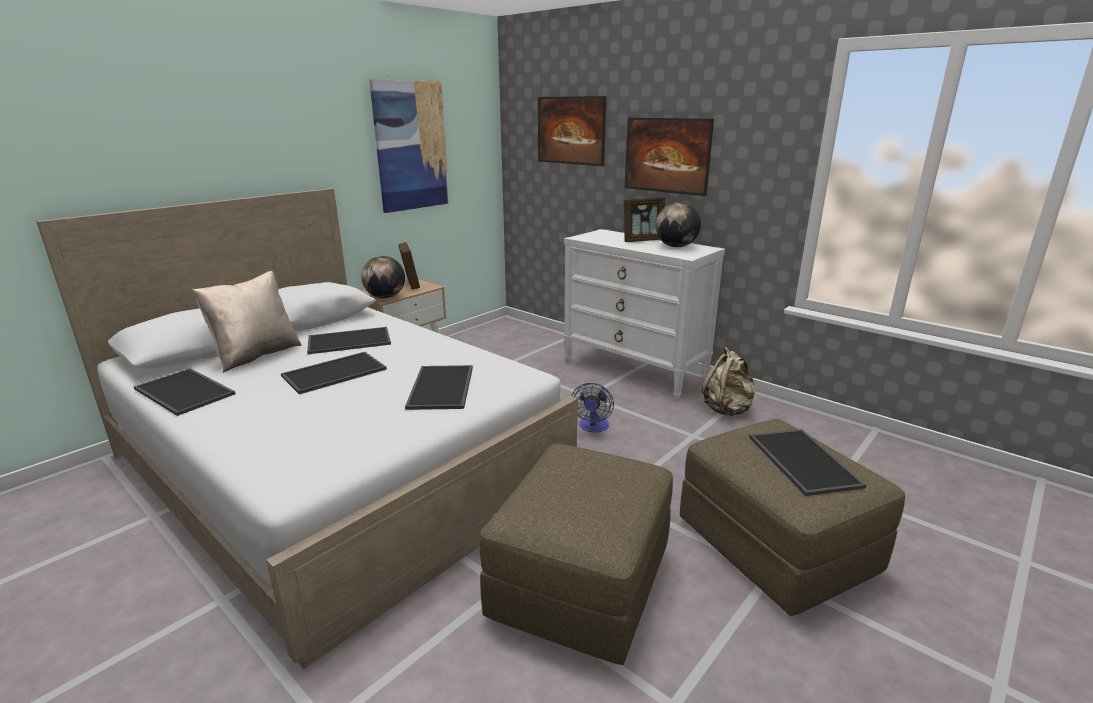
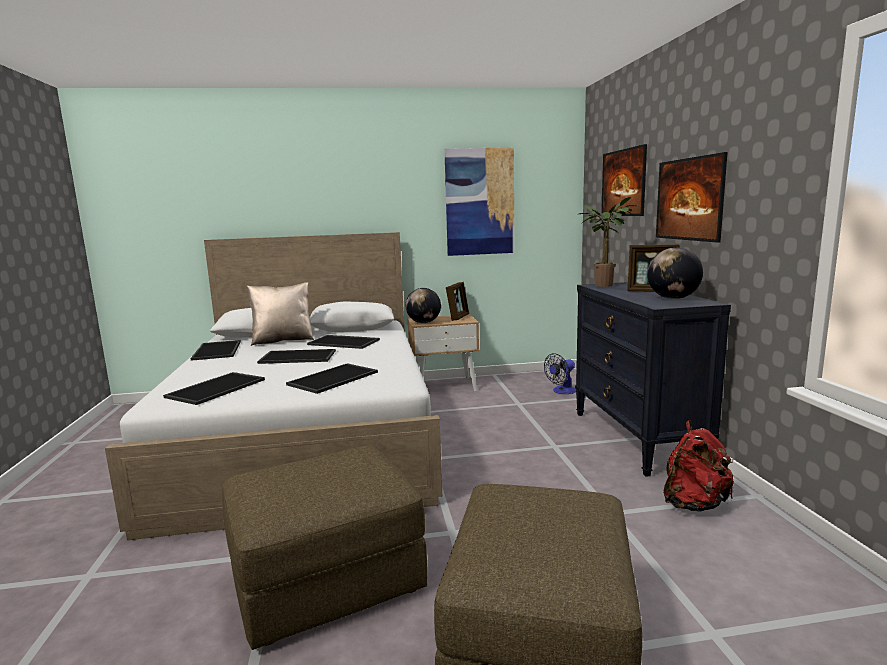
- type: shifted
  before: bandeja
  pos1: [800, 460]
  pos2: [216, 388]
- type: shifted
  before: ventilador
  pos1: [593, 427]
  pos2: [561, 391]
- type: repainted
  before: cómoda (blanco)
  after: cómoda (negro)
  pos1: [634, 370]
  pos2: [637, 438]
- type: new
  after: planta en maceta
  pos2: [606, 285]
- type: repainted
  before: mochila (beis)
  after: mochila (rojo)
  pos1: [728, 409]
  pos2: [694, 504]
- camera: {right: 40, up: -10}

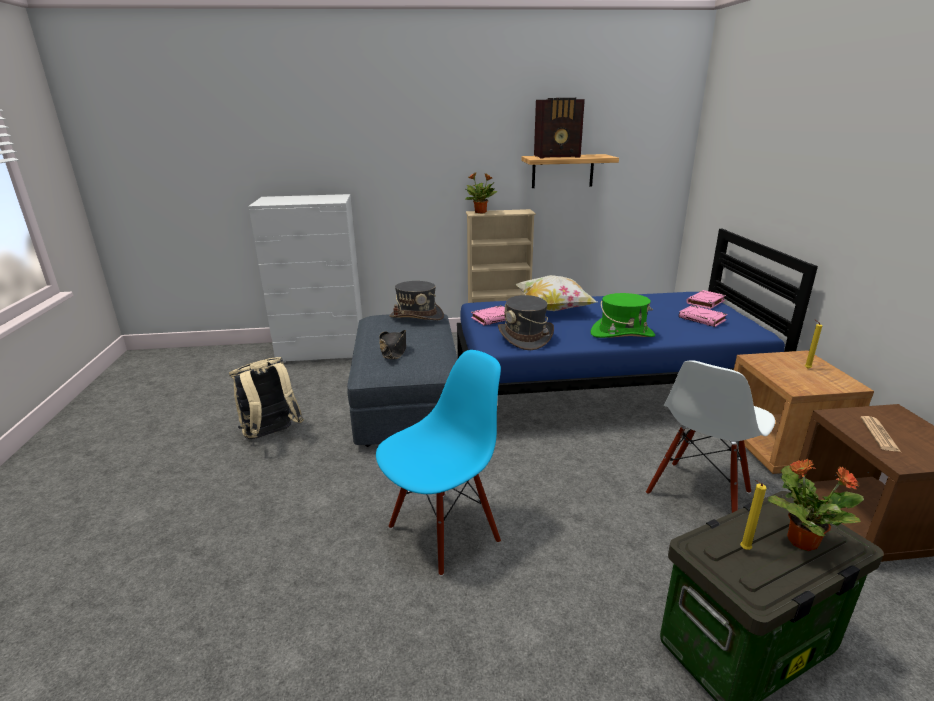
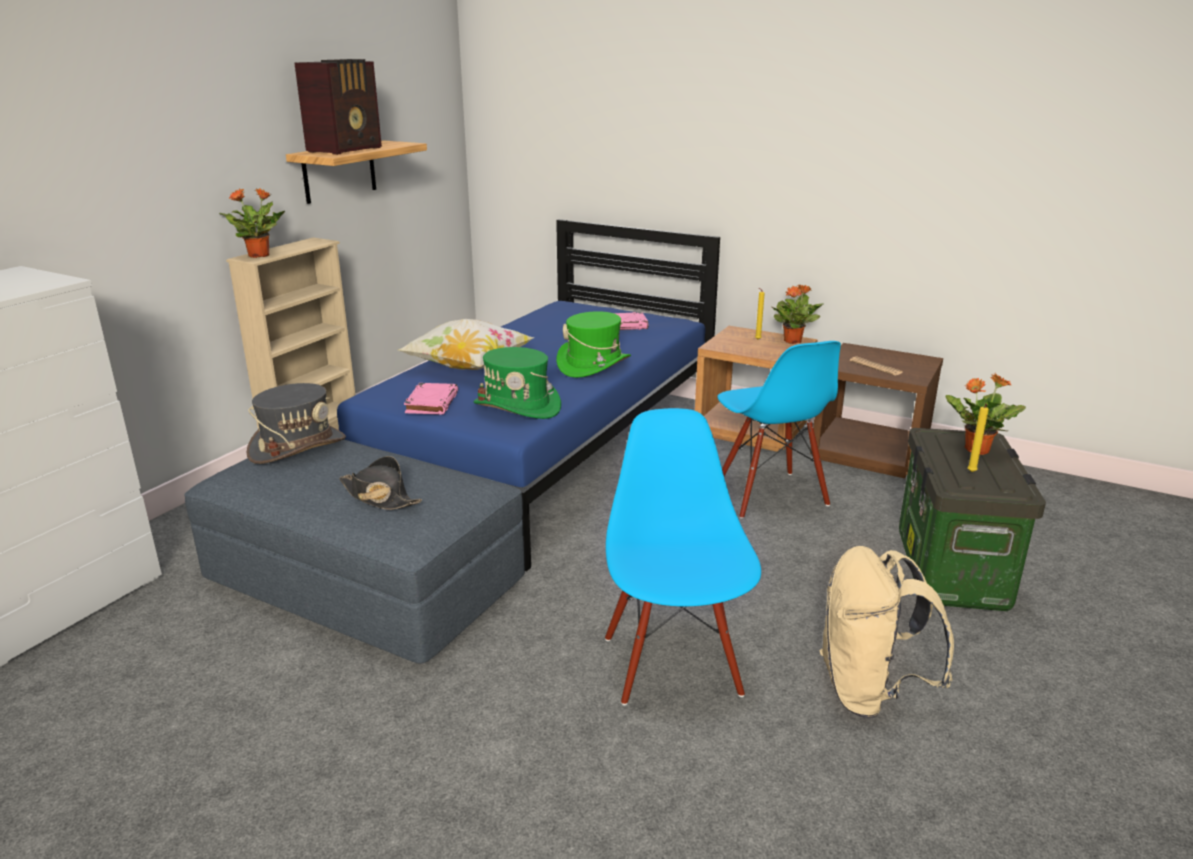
- type: repainted
  before: sombrero (gris)
  after: sombrero (verde)
  pos1: [525, 337]
  pos2: [517, 407]
- type: repainted
  before: silla (blanco)
  after: silla (azul)
  pos1: [699, 494]
  pos2: [769, 495]
- type: new
  after: planta en maceta
  pos2: [793, 341]
- type: shifted
  before: mochila (beis)
  pos1: [271, 435]
  pos2: [869, 692]
- type: gone
  before: libro (rosa)
  pos1: [705, 302]
- camera: {right: -55, up: 0}

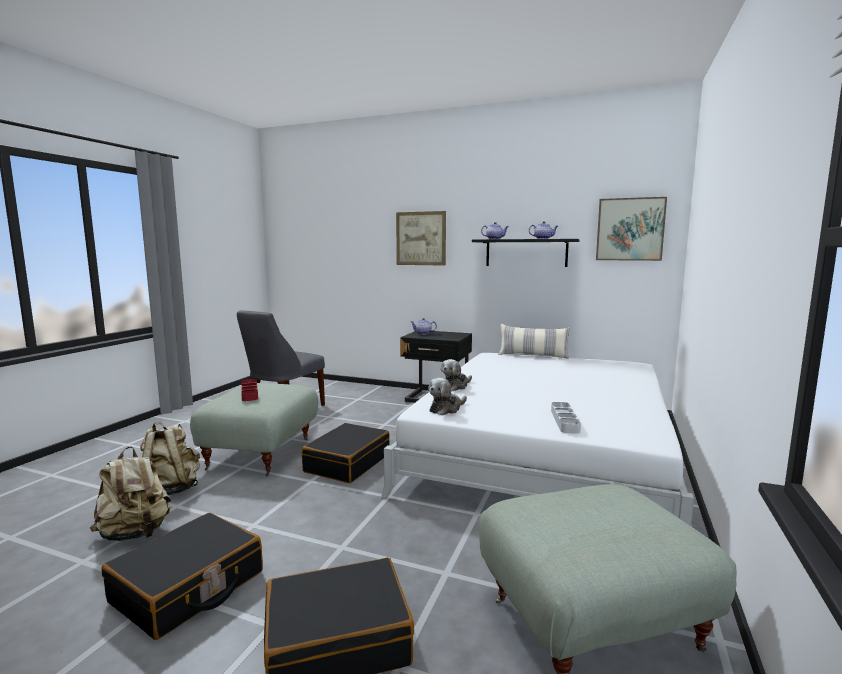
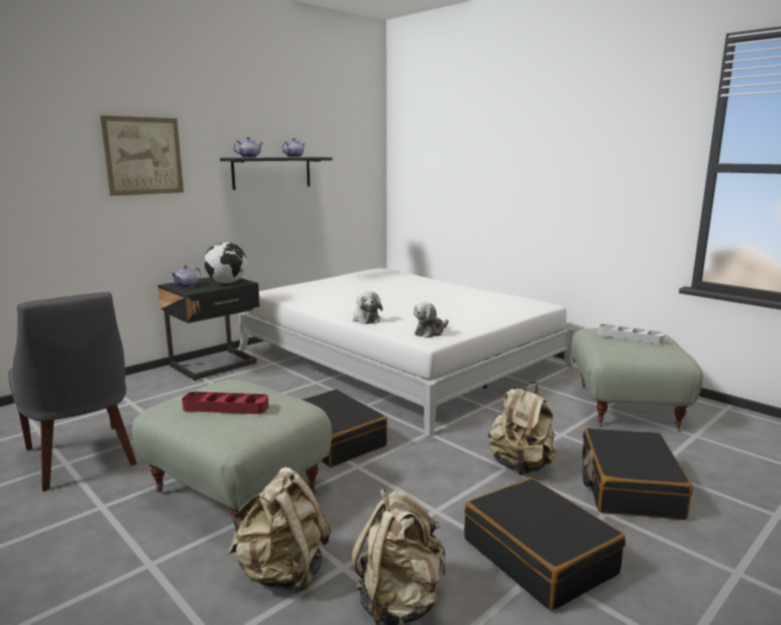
- type: new
  after: globo terráqueo
  pos2: [227, 283]
- type: rotated
  before: peluche
  pos1: [446, 409]
  pos2: [430, 332]
  turn: 60
- type: new
  after: mochila (beis)
  pos2: [521, 466]
- type: shifted
  before: bandeja (gris)
  pos1: [564, 420]
  pos2: [630, 337]
- type: gone
  before: cojín
  pos1: [533, 356]
- type: gone
  before: cuadro
  pos1: [630, 229]
- camera: {right: -65, up: 5}

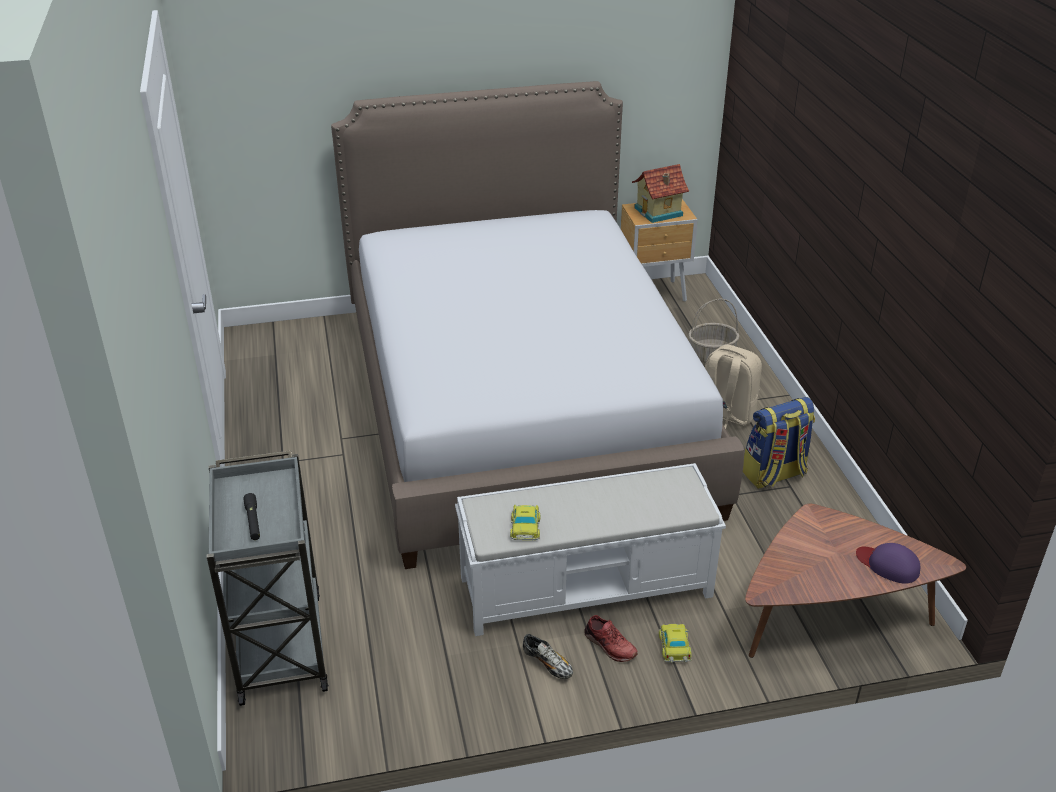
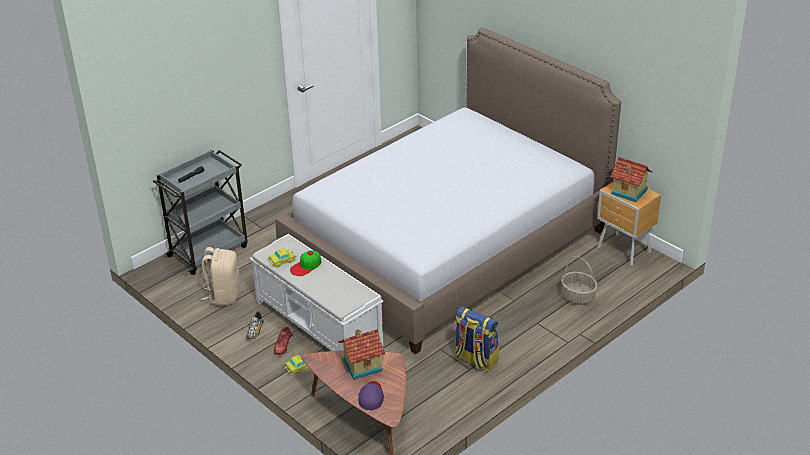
- type: shifted
  before: mochila (beis)
  pos1: [725, 415]
  pos2: [224, 295]
- type: new
  after: gorra
  pos2: [306, 266]
- type: new
  after: casita
  pos2: [361, 365]
- camera: {right: 60, up: 0}

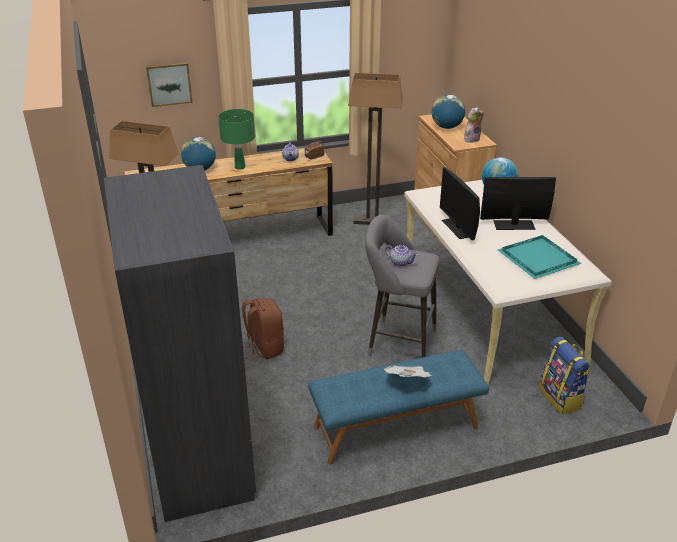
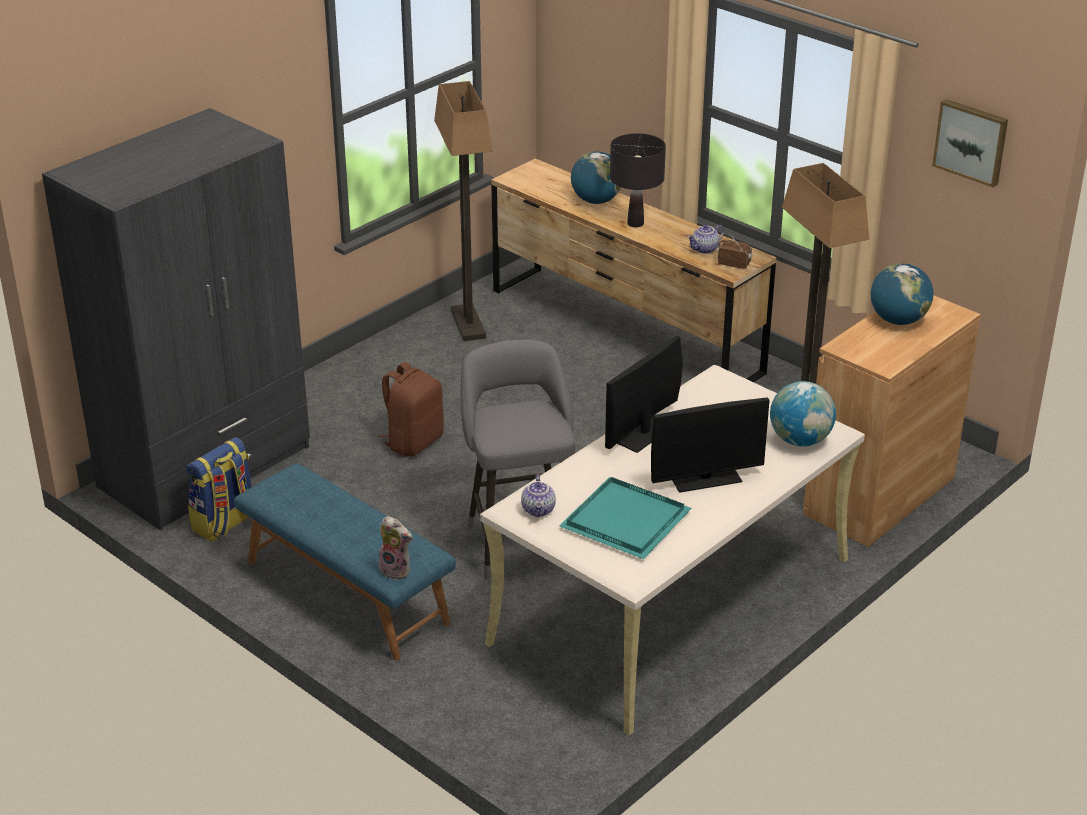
- type: shifted
  before: mochila
  pos1: [561, 398]
  pos2: [225, 524]
- type: shifted
  before: peluche
  pos1: [471, 139]
  pos2: [397, 570]
- type: shifted
  before: tetera
  pos1: [401, 262]
  pos2: [539, 510]
- type: repainted
  before: lámpara de mesa (verde)
  after: lámpara de mesa (negro)
  pos1: [239, 167]
  pos2: [635, 223]
- type: rotated
  before: monitor
  pos1: [514, 225]
  pos2: [705, 478]
  turn: 105
- type: shifted
  before: cuadro
  pos1: [169, 83]
  pos2: [971, 141]
- type: gone
  before: periódico
  pos1: [408, 381]
- camera: {right: 60, up: 0}

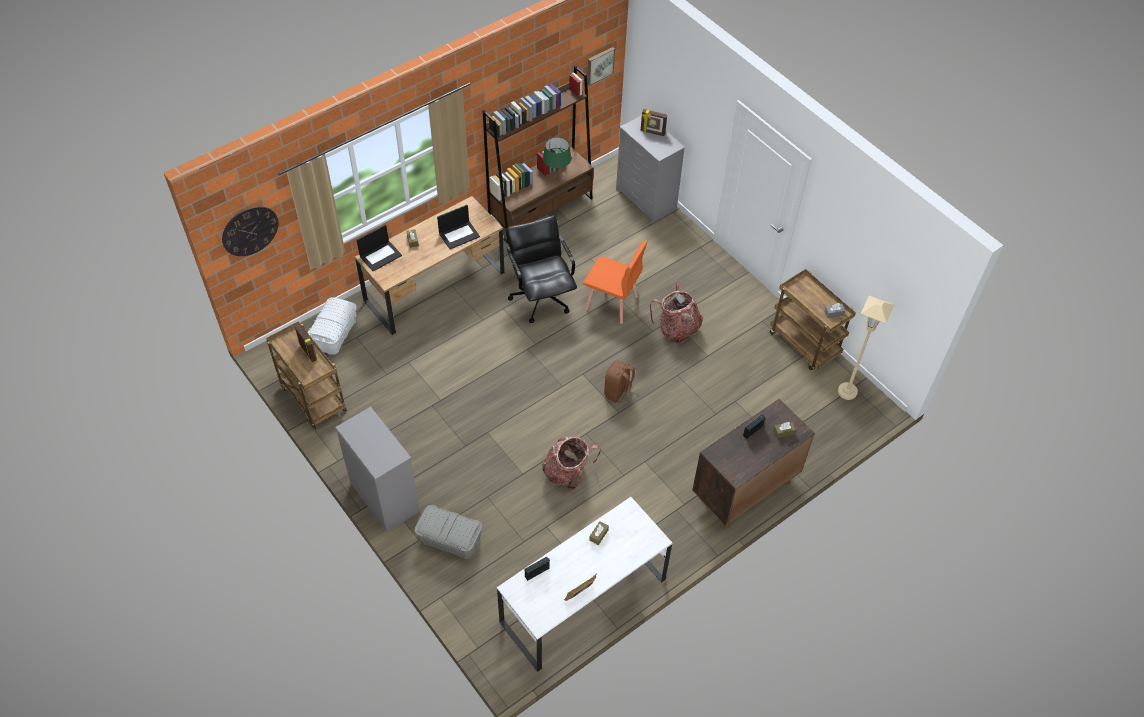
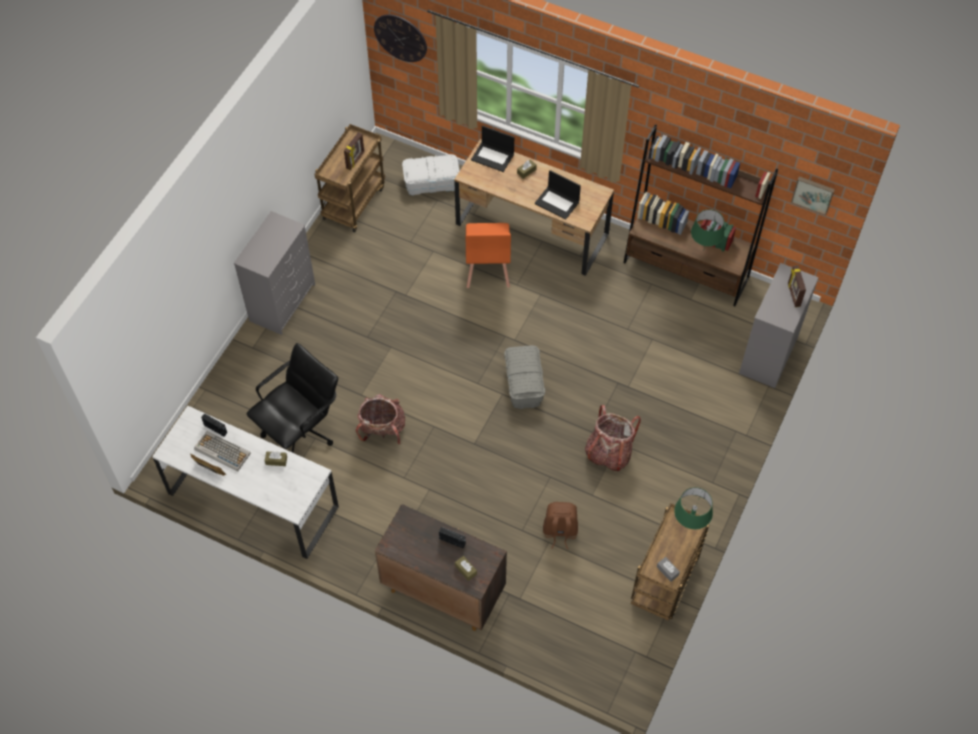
- type: new
  after: teclado
  pos2: [222, 451]
- type: shifted
  before: silla de oficina (negro)
  pos1: [541, 298]
  pos2: [300, 430]
- type: shifted
  before: silla (naranja)
  pos1: [612, 303]
  pos2: [487, 270]
- type: shifted
  before: caja de almacenaje (gris)
  pos1: [449, 540]
  pos2: [523, 384]
- type: shifted
  before: mochila (marrón)
  pos1: [618, 392]
  pos2: [559, 531]
- type: new
  after: lámpara de mesa (verde)
  pos2: [689, 526]
- type: gone
  before: lámpara de pie (beis)
  pos1: [847, 392]
- camera: {right: 65, up: 5}

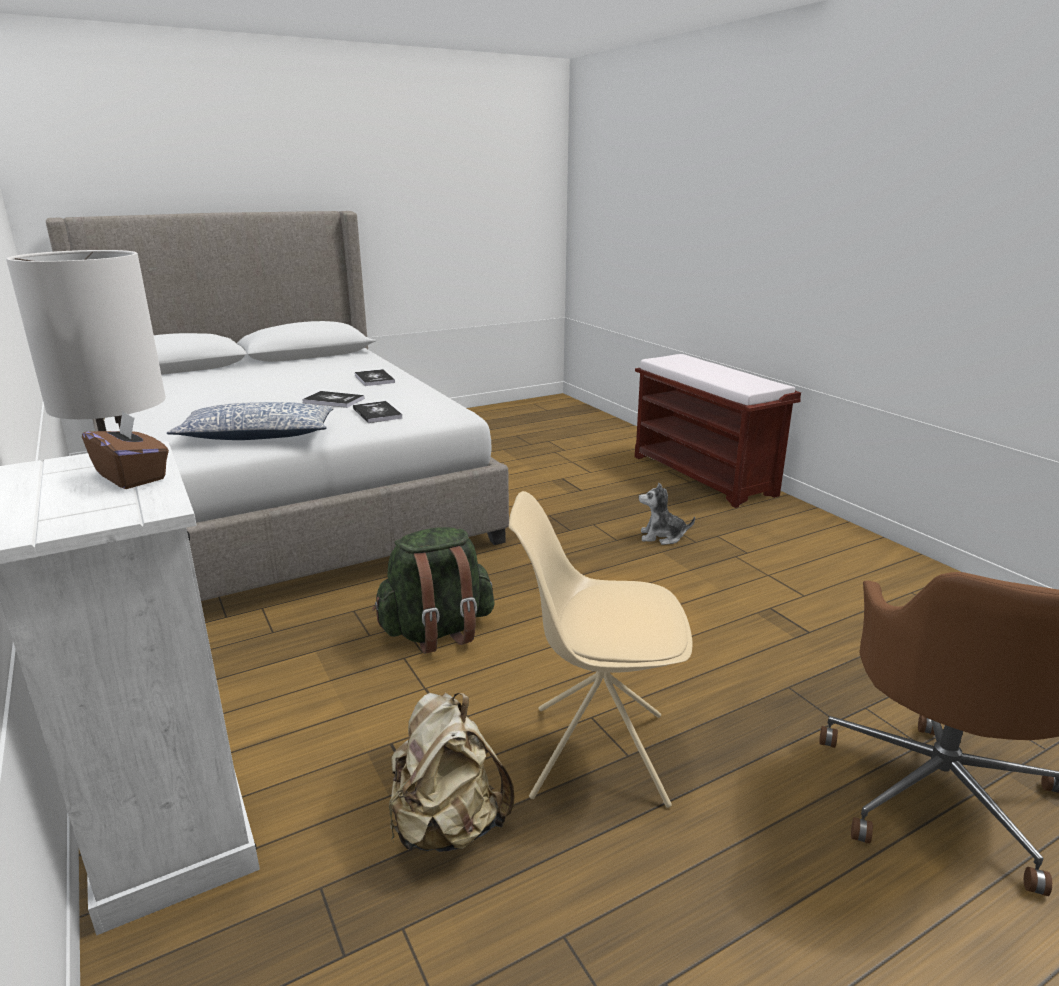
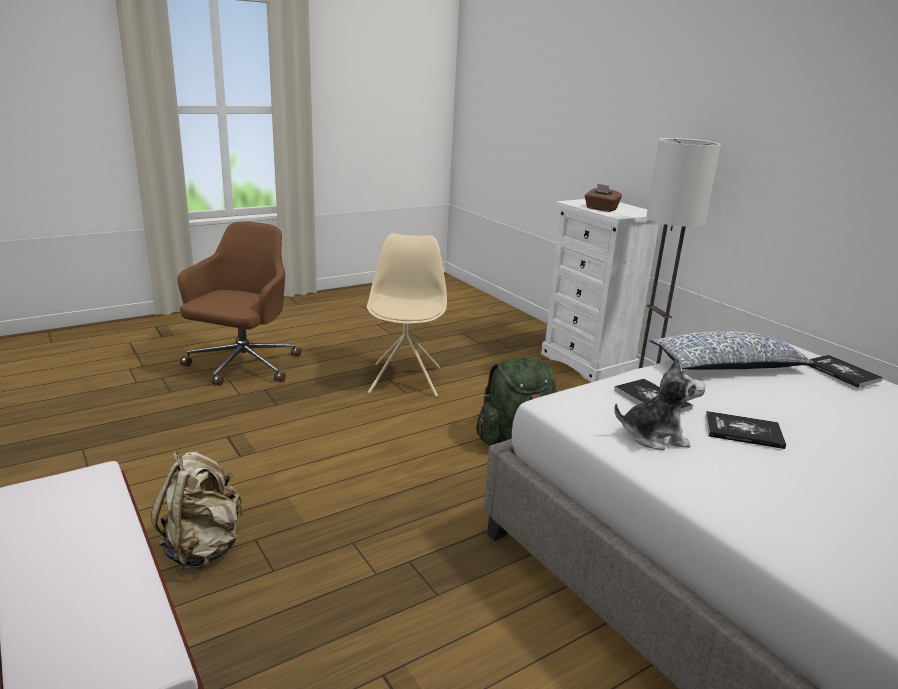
- type: shifted
  before: mochila (beis)
  pos1: [447, 826]
  pos2: [203, 547]
- type: rotated
  before: silla (beis)
  pos1: [595, 754]
  pos2: [405, 379]
  turn: -90
- type: shifted
  before: peluche
  pos1: [662, 537]
  pos2: [654, 436]
- type: shifted
  before: libro
  pos1: [374, 379]
  pos2: [842, 372]
- camera: {right: 175, up: 0}

